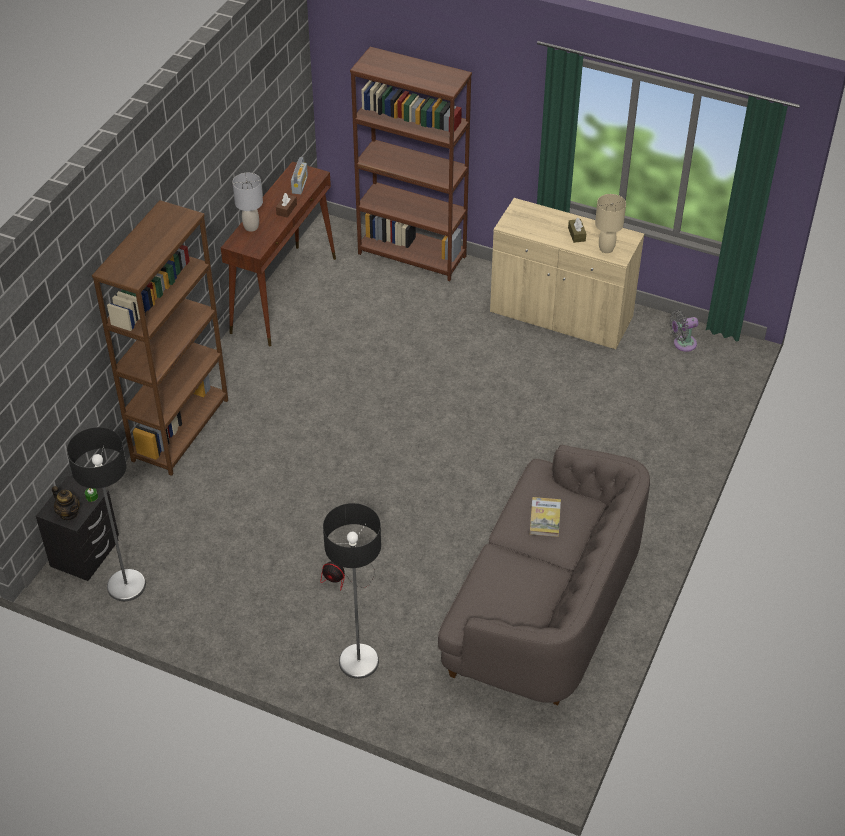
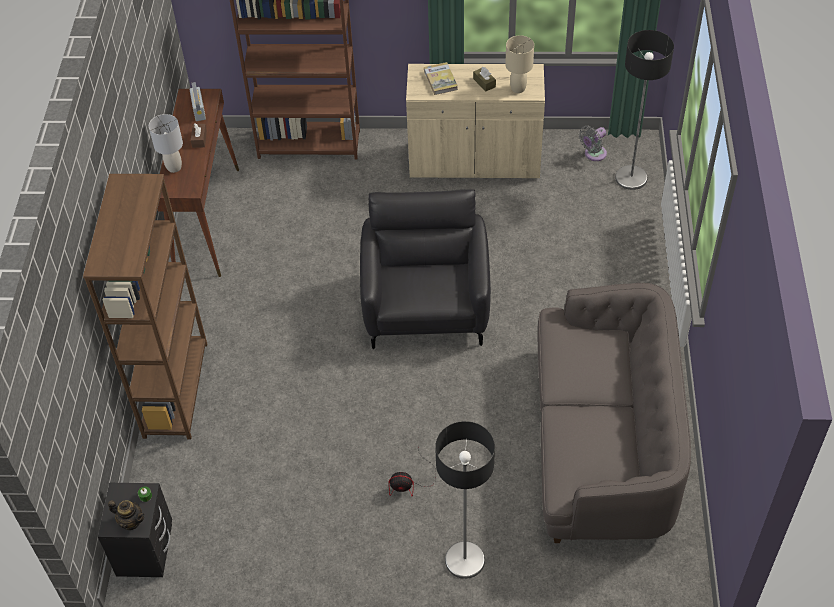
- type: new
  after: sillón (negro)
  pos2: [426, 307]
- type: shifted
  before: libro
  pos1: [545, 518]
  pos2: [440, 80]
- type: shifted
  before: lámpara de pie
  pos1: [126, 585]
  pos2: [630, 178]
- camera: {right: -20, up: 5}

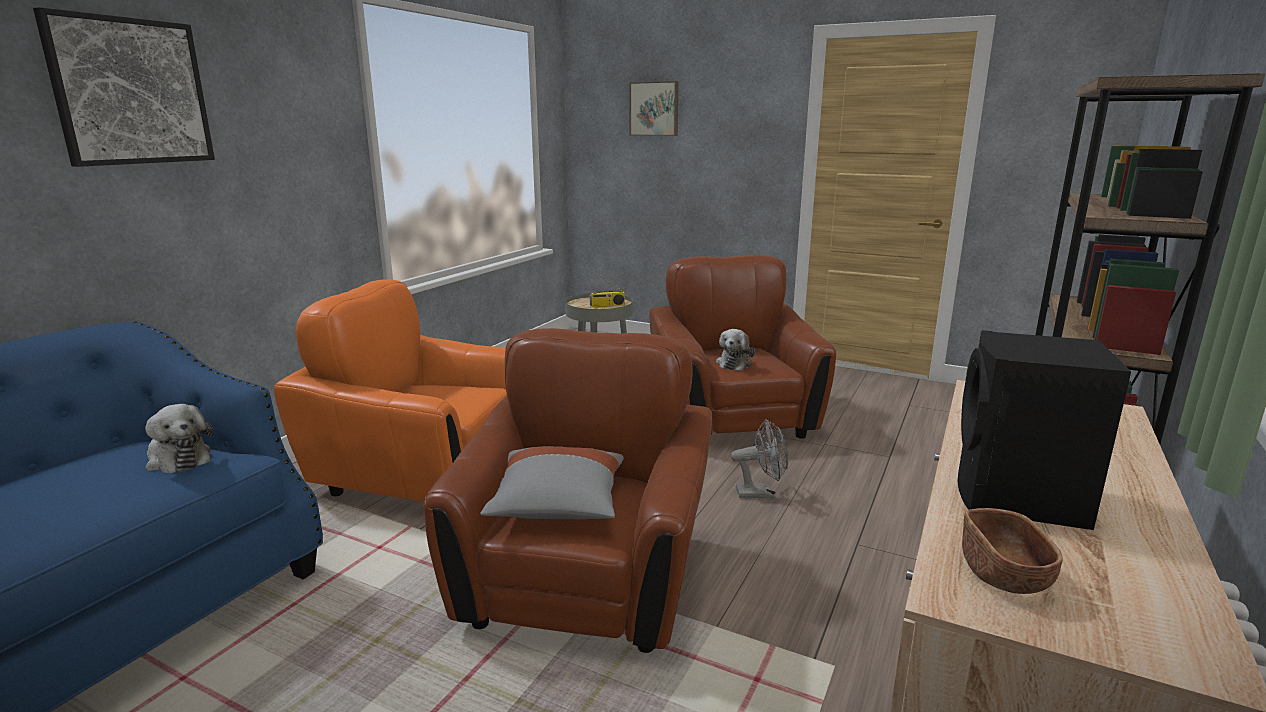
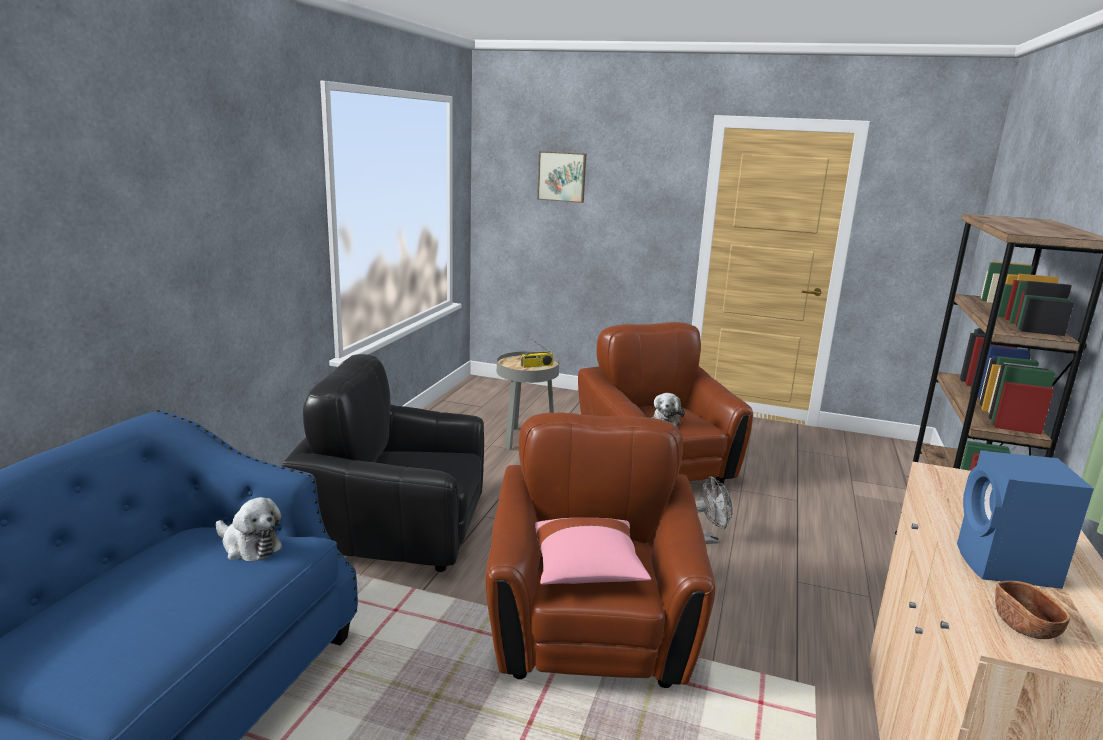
- type: repainted
  before: sillón (naranja)
  after: sillón (negro)
  pos1: [420, 471]
  pos2: [396, 533]
- type: repainted
  before: cojín (gris)
  after: cojín (rosa)
  pos1: [557, 507]
  pos2: [586, 570]
- type: repainted
  before: altavoz (negro)
  after: altavoz (azul)
  pos1: [1019, 500]
  pos2: [1006, 567]
- type: gone
  before: cuadro
  pos1: [130, 92]
- camera: {right: -10, up: 0}

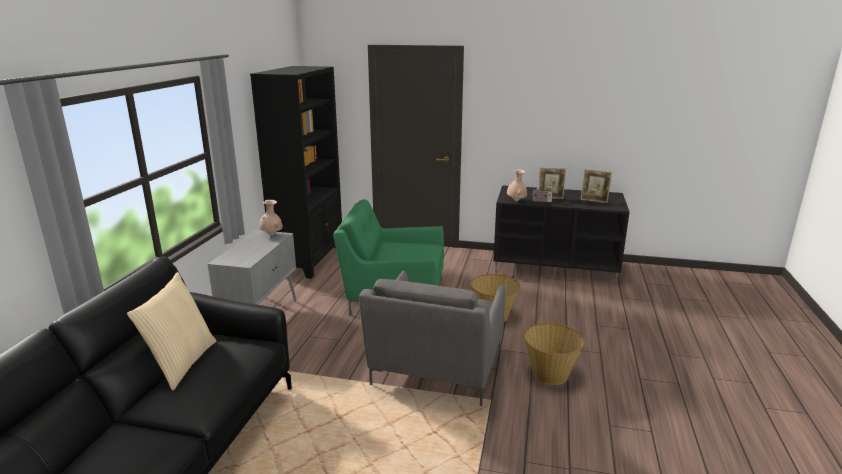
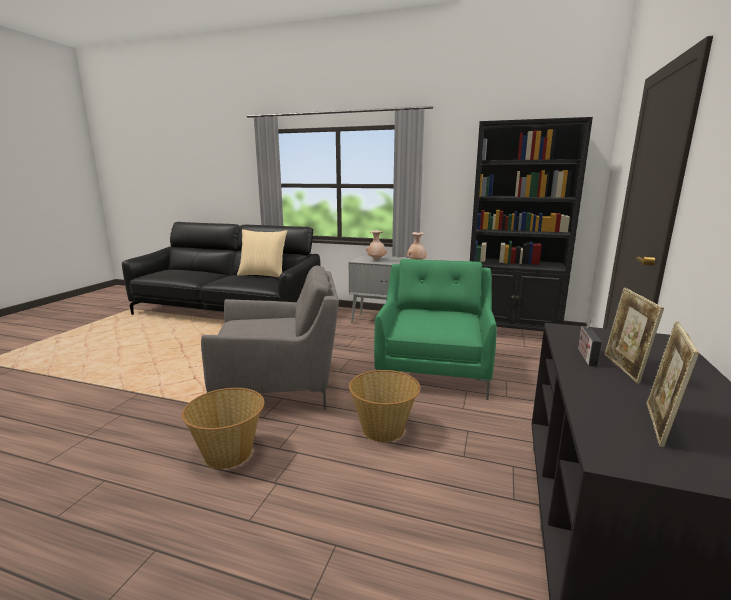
- type: rotated
  before: sillón (gris)
  pos1: [436, 369]
  pos2: [280, 384]
  turn: 150
- type: shifted
  before: florero (beis)
  pos1: [516, 201]
  pos2: [376, 260]
- camera: {right: 95, up: -5}

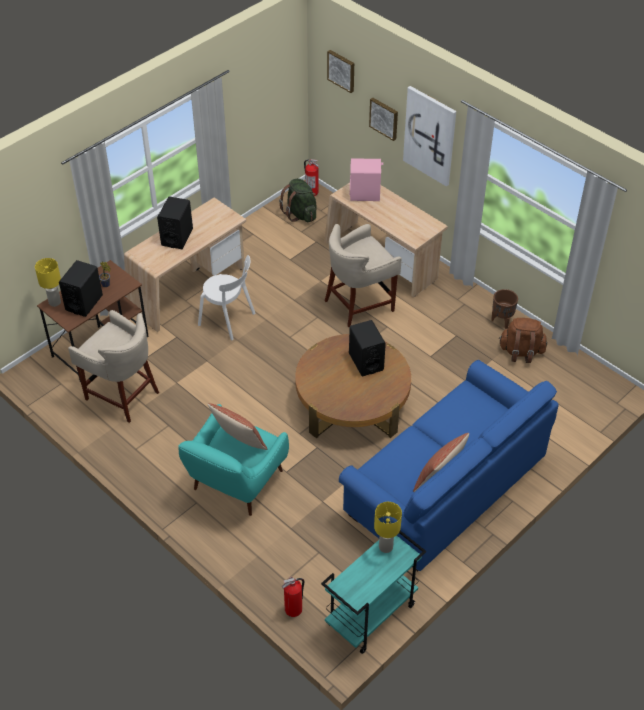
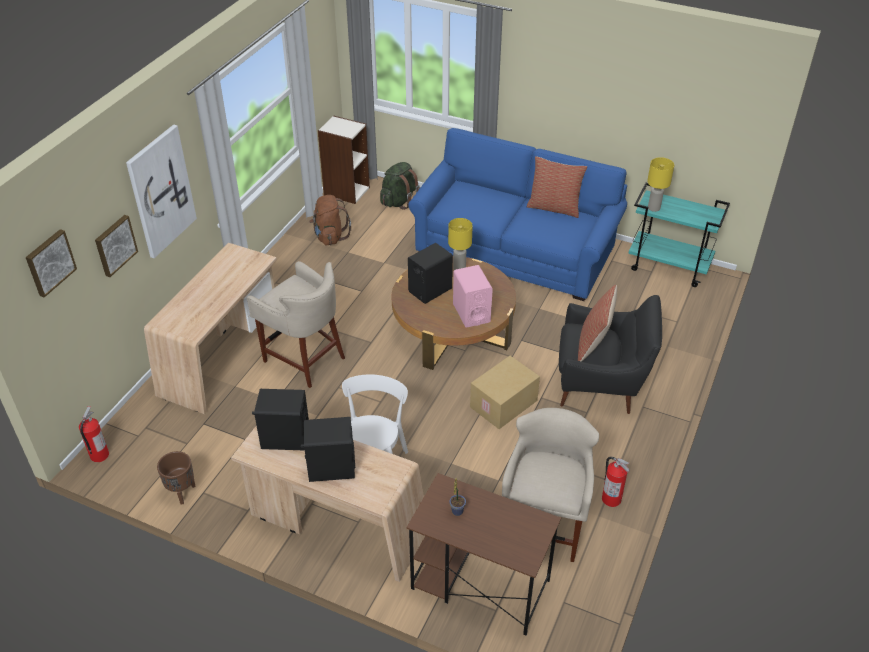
- type: shifted
  before: maceta (marrón)
  pos1: [502, 321]
  pos2: [182, 492]
- type: shifted
  before: altavoz (negro)
  pos1: [84, 303]
  pos2: [285, 438]
- type: new
  after: estantería
  pos2: [346, 191]
- type: shifted
  before: mochila (verde)
  pos1: [300, 214]
  pos2: [399, 201]
- type: shifted
  before: lámpara de mesa (amarillo)
  pos1: [54, 302]
  pos2: [459, 268]
- type: shifted
  before: altavoz (rosa)
  pos1: [365, 194]
  pos2: [471, 313]
- type: new
  after: caja de cartón
  pos2: [504, 404]
- type: repainted
  before: sillón (turquesa)
  after: sillón (negro)
  pos1: [236, 483]
  pos2: [601, 385]
- type: shifted
  before: extintor
  pos1: [294, 609]
  pos2: [611, 498]
- camera: {right: -110, up: -5}

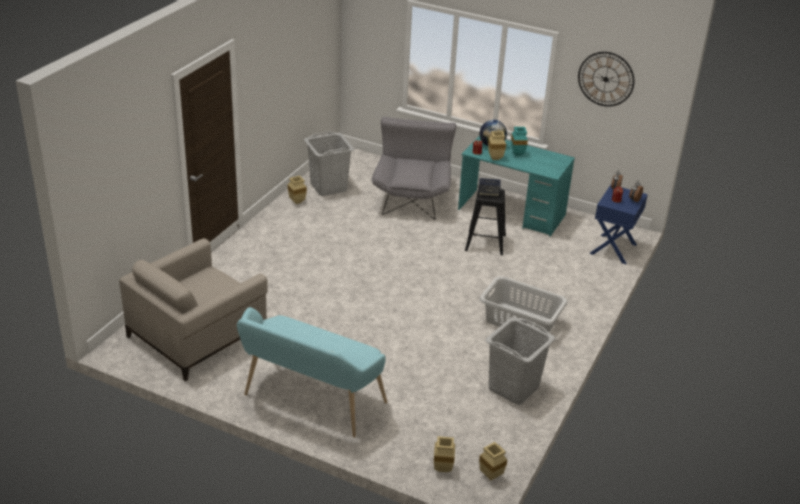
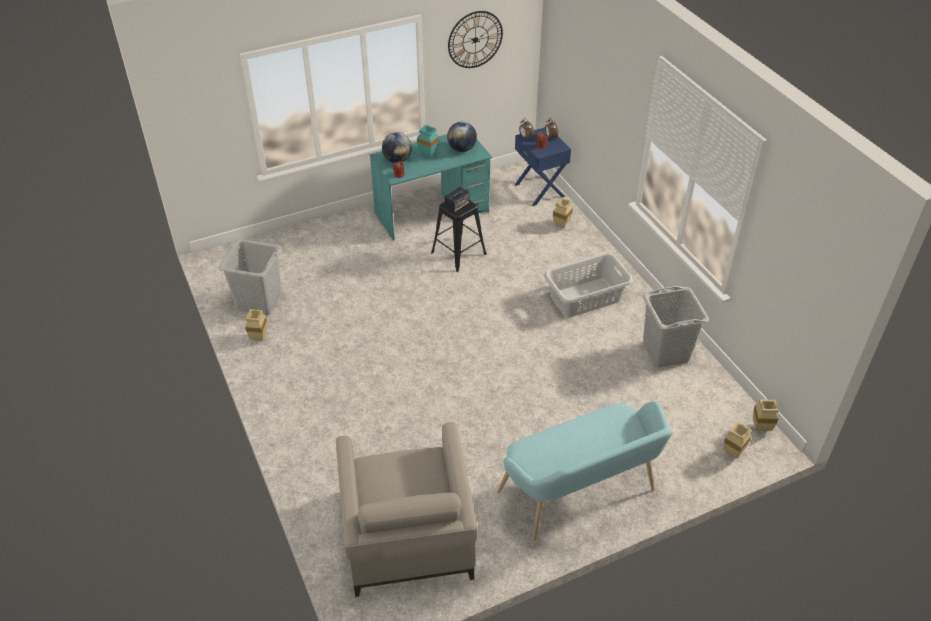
- type: new
  after: globo terráqueo
  pos2: [462, 149]
- type: shifted
  before: florero (beis)
  pos1: [496, 158]
  pos2: [561, 225]
- type: gone
  before: sillón (gris)
  pos1: [412, 196]
- camera: {right: -50, up: 10}

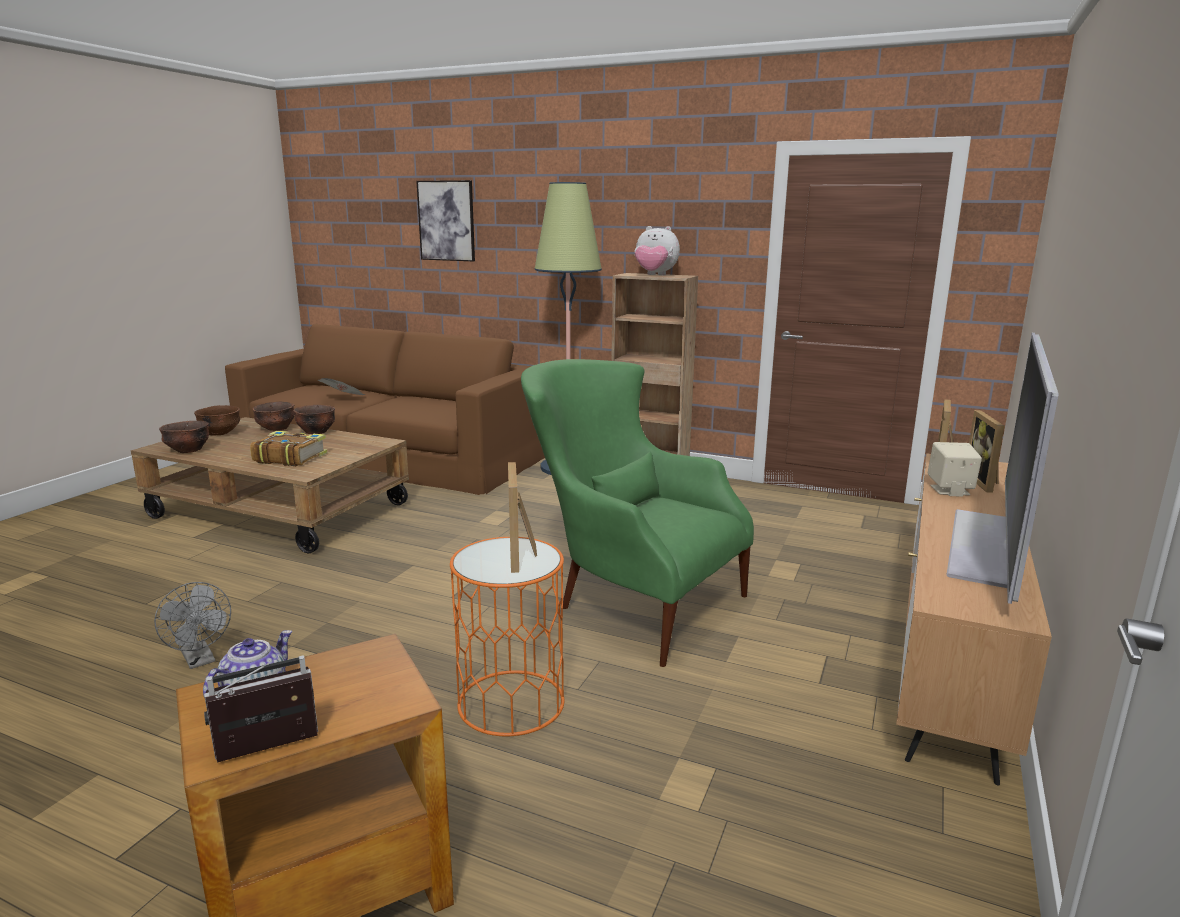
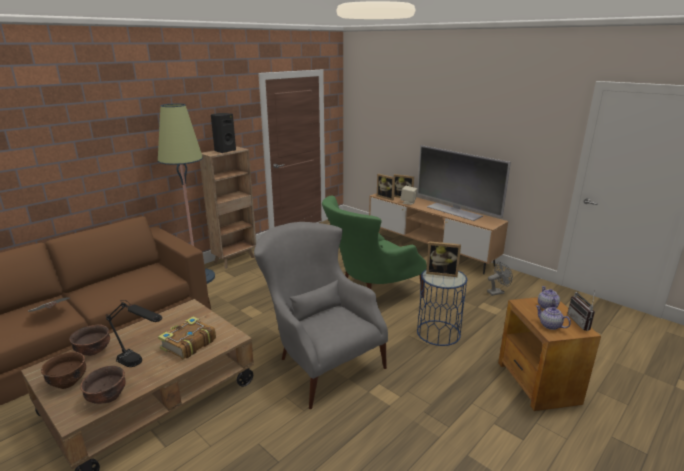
- type: new
  after: lámpara de mesa (negro)
  pos2: [141, 366]
- type: swapped
  before: peluche
  after: altavoz (negro)
  pos1: [655, 275]
  pos2: [224, 151]
- type: new
  after: sillón (gris)
  pos2: [319, 359]
- type: repainted
  before: mesa auxiliar (naranja)
  after: mesa auxiliar (azul)
  pos1: [511, 702]
  pos2: [438, 333]
- type: shifted
  before: ventilador (gris)
  pos1: [200, 660]
  pos2: [497, 292]
- type: new
  after: tetera
  pos2: [546, 306]
- type: gone
  before: cuenco (marrón)
  pos1: [316, 432]
- type: gone
  before: cuadro
  pos1: [446, 221]
- camera: {right: -70, up: 5}

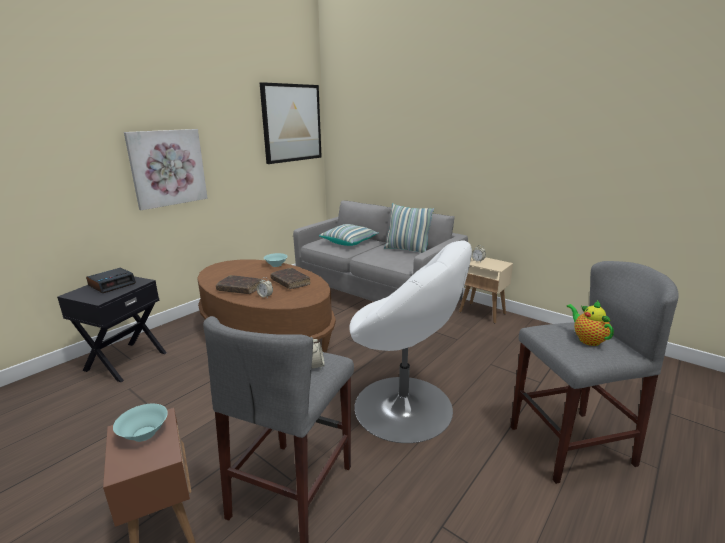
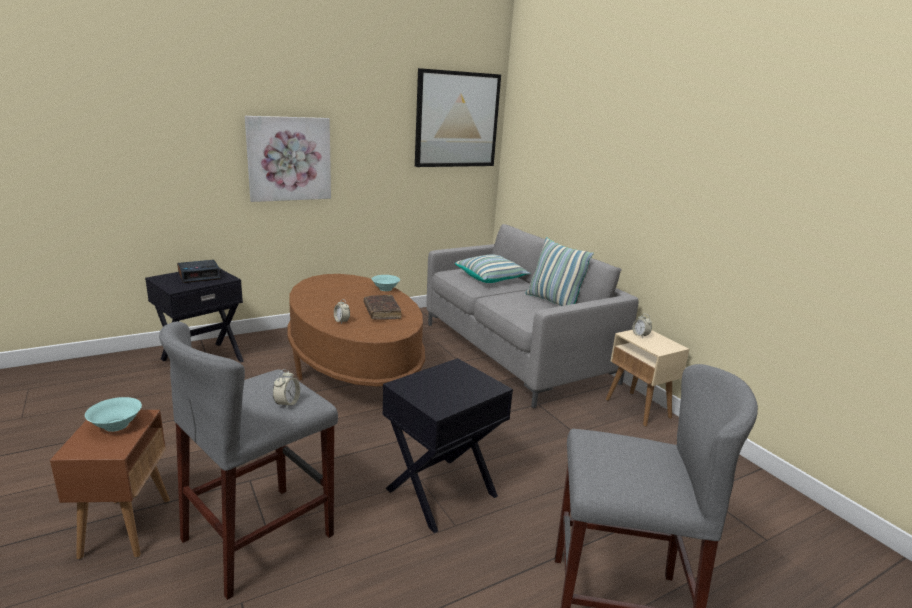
- type: swapped
  before: sillón (blanco)
  after: mesa auxiliar (negro)
  pos1: [404, 407]
  pos2: [442, 493]
- type: gone
  before: libro (marrón)
  pos1: [240, 289]
- type: gone
  before: tetera
  pos1: [587, 339]
- camera: {right: 20, up: 0}

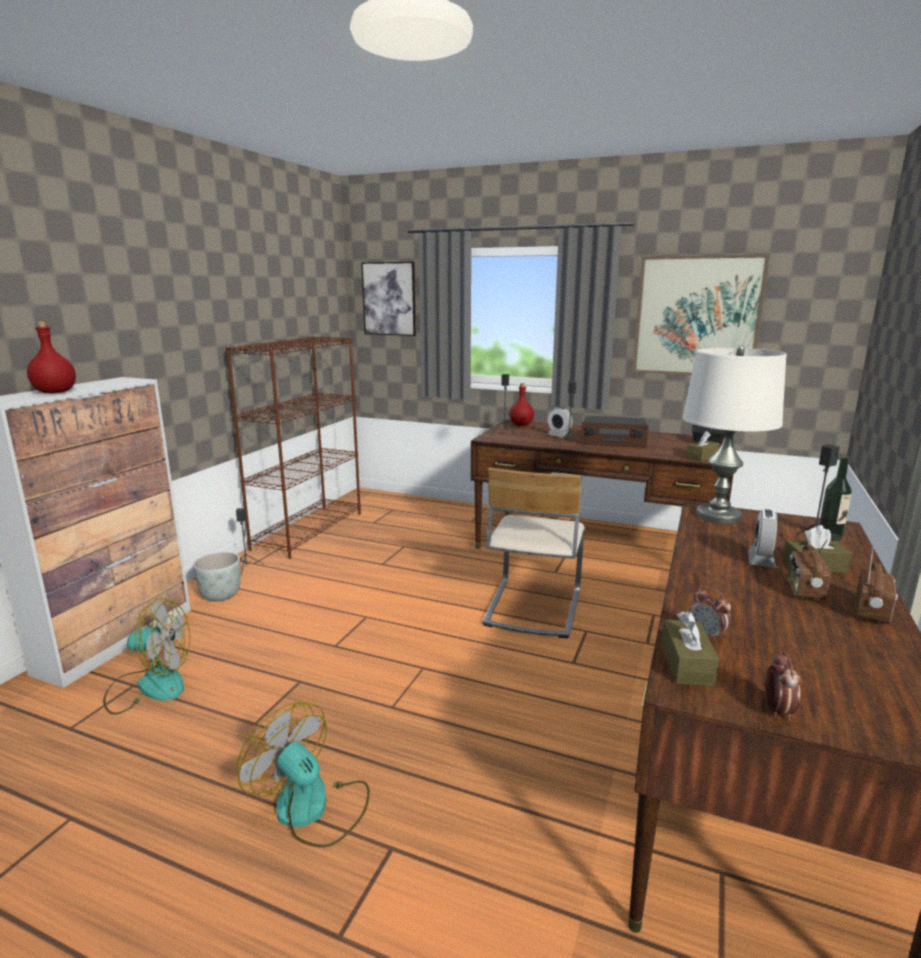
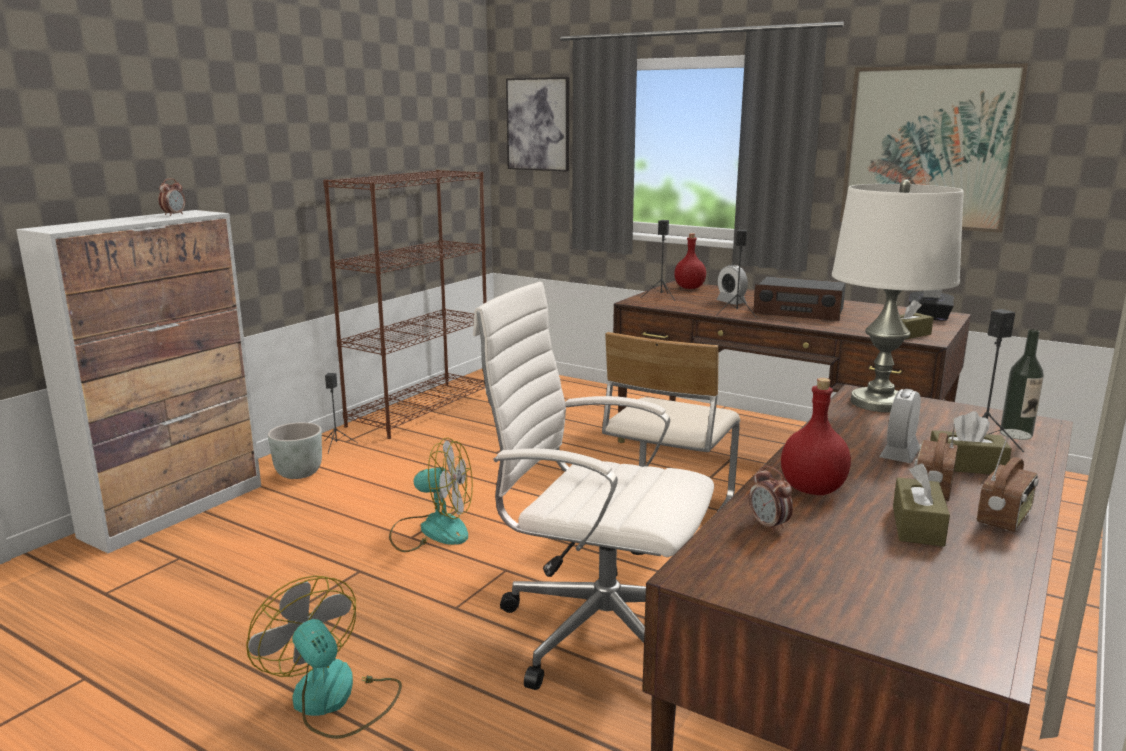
- type: shifted
  before: despertador
  pos1: [777, 710]
  pos2: [174, 215]
- type: shifted
  before: ventilador
  pos1: [149, 686]
  pos2: [432, 530]
- type: new
  after: silla de oficina (blanco)
  pos2: [598, 630]
- type: shifted
  before: botella (rojo)
  pos1: [55, 392]
  pos2: [813, 490]
- type: shifted
  before: caja de pañuelos (marrón)
  pos1: [686, 664]
  pos2: [917, 526]
- camera: {right: 10, up: 0}

